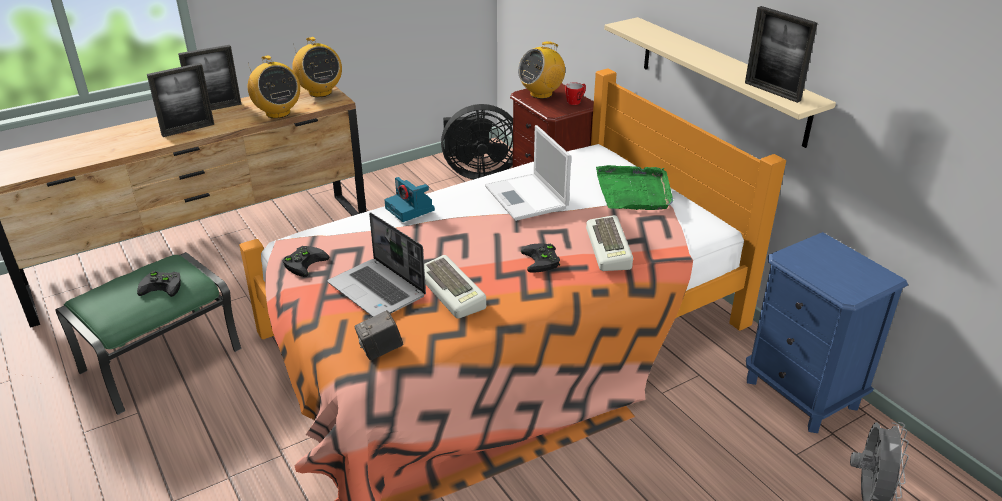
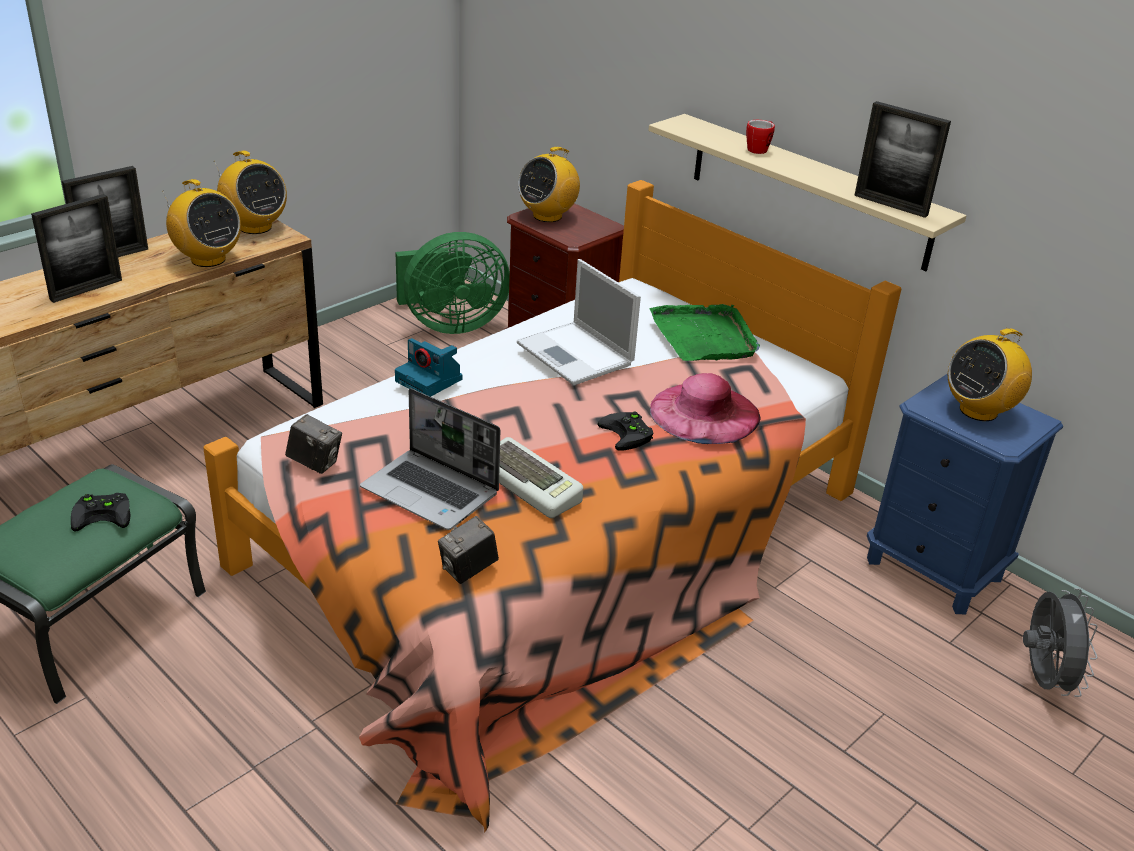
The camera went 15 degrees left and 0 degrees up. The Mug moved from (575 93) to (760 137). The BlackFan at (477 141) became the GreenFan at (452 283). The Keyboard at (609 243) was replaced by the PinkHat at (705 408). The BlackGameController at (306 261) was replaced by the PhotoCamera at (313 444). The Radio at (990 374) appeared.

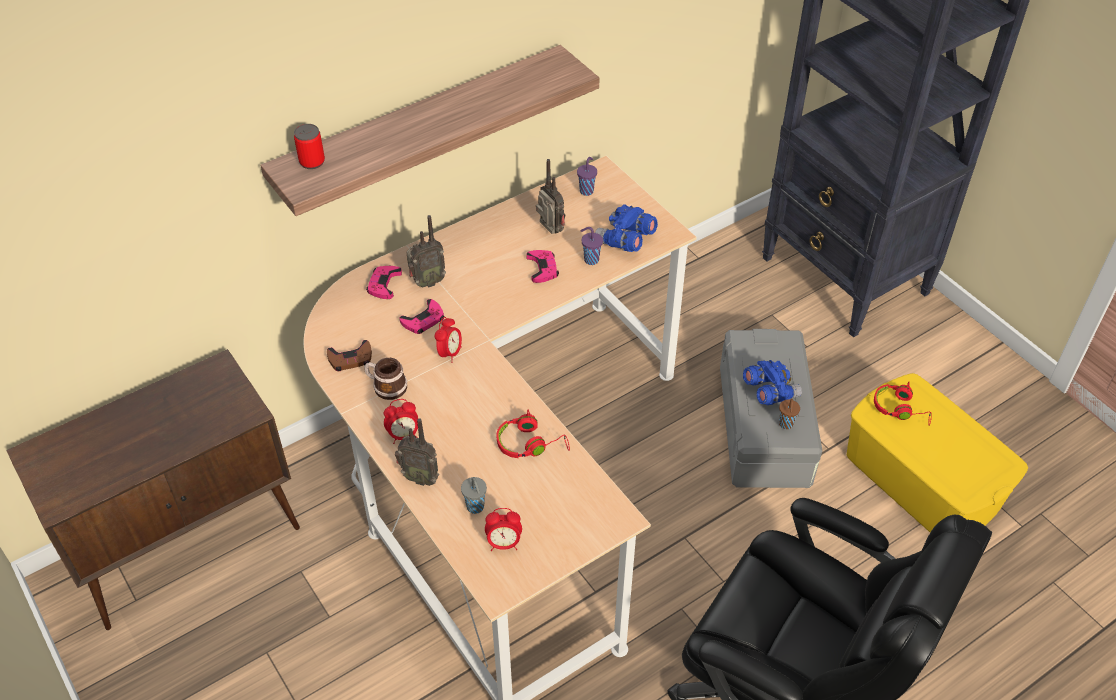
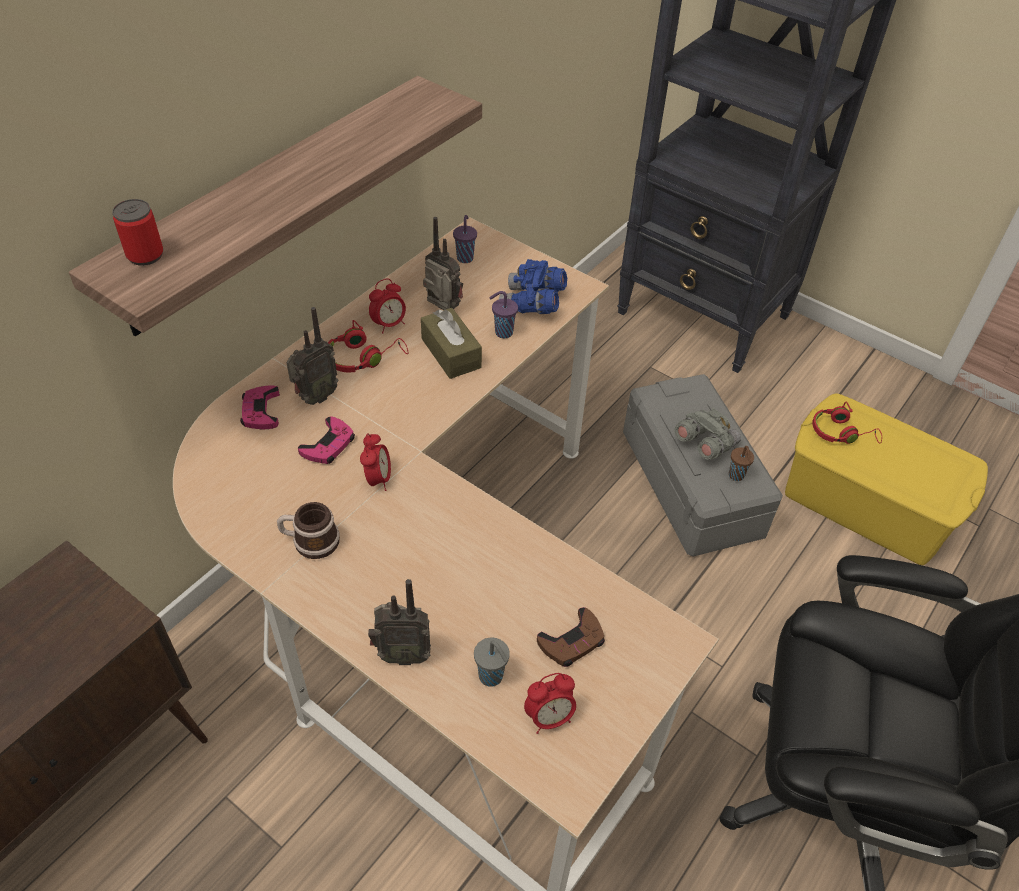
The camera went 20 degrees left and 0 degrees up. The PinkGameController at (542 266) was replaced by the BrownTissueBox at (451 343). The BrownGameController moved from (349 355) to (571 637). The BlueBinoculars at (772 382) became the GreyBinoculars at (708 434). The AlarmClock moved from (401 421) to (387 305). The RedHeadphones moved from (533 434) to (368 346).

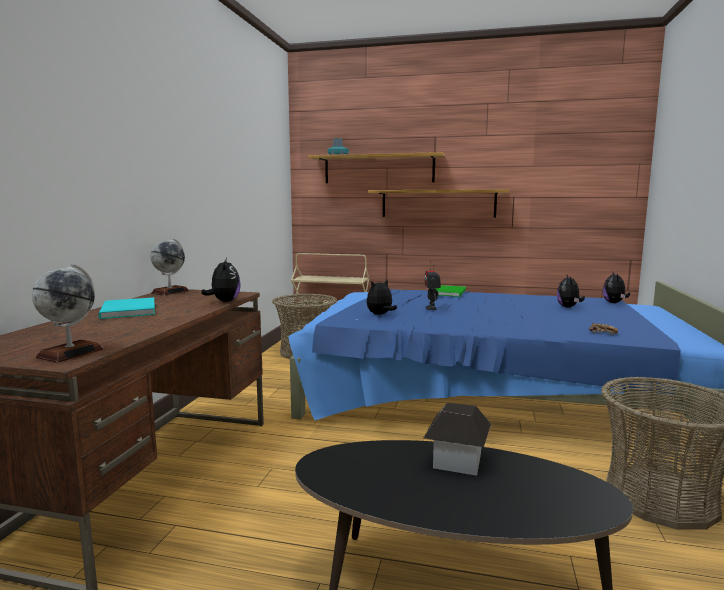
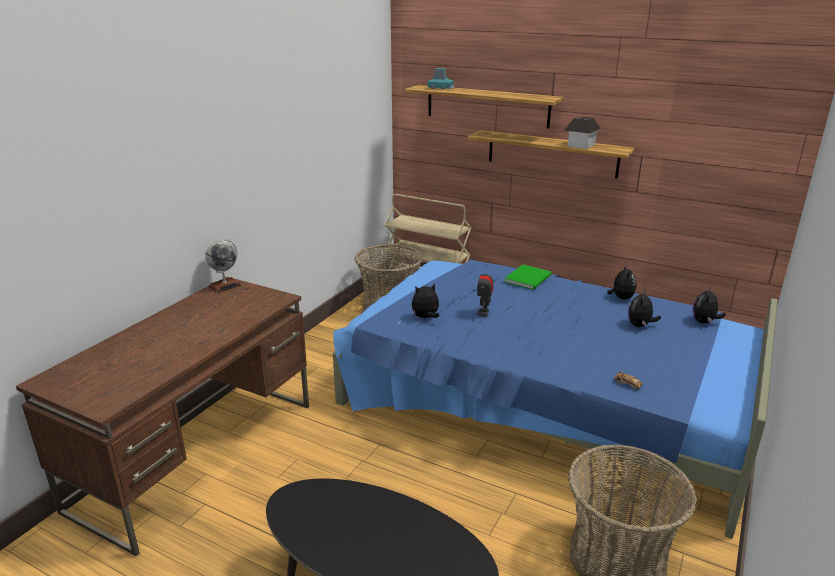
The camera went 15 degrees right and 15 degrees up. The PlushToy moved from (221 280) to (621 282). The Globe at (68 313) disappeared. The TurquoiseBook at (126 308) disappeared. The ToyHouse moved from (457 439) to (583 133).

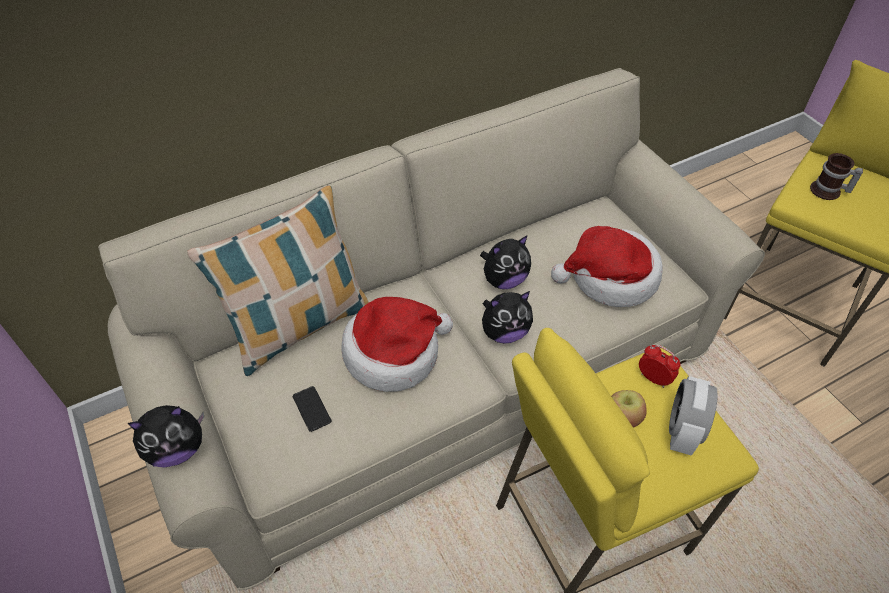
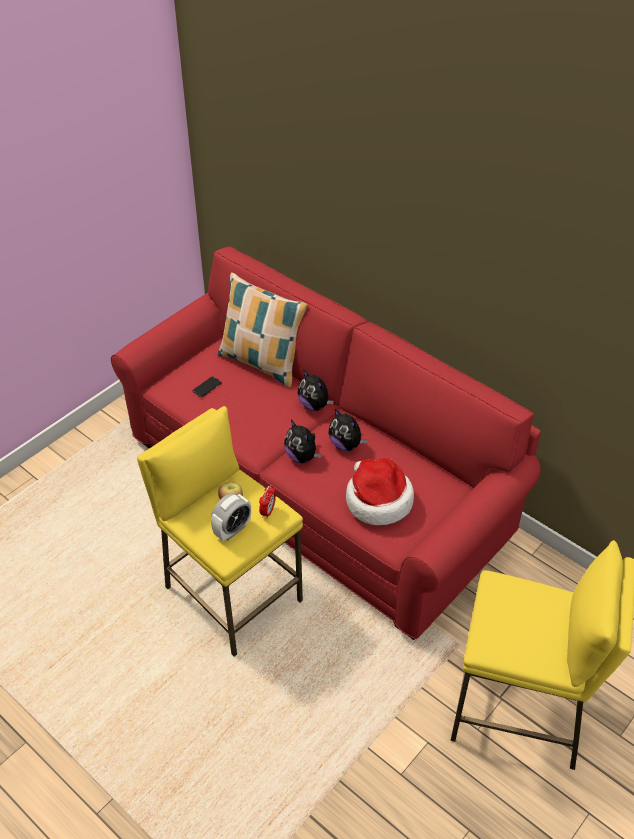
The camera went 70 degrees right and 5 degrees down. The BeigeSofa at (431 329) became the RedSofa at (326 443). The Mug at (836 176) disappeared. The Hat at (397 344) disappeared. The AlarmClock at (693 415) turned 135 degrees clockwise. The PlushToy moved from (166 436) to (315 390).

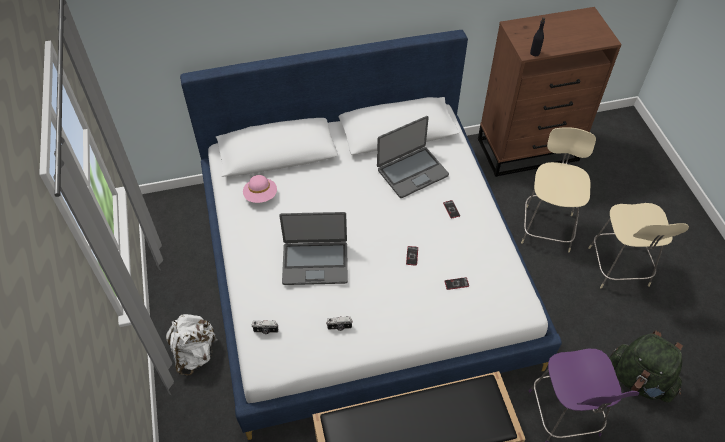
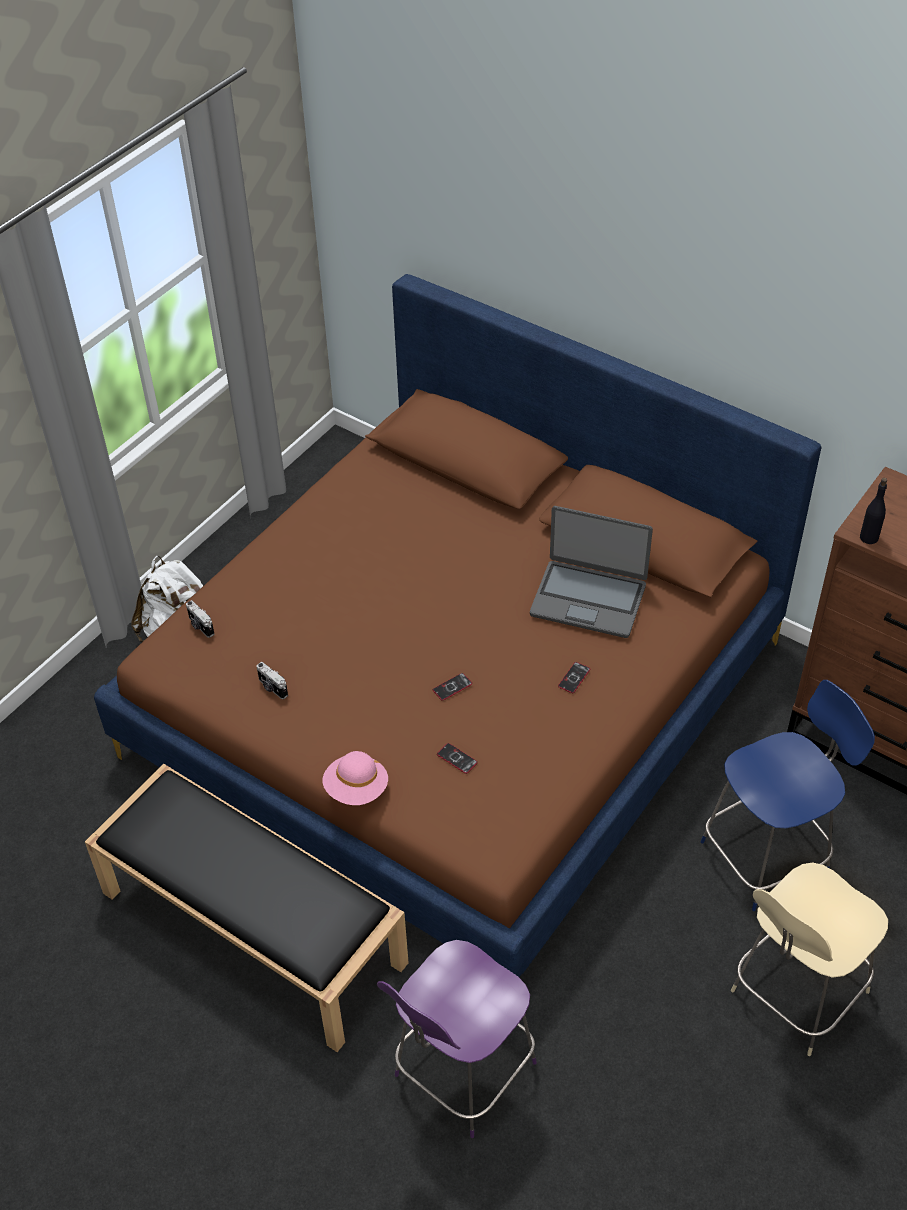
The camera went 50 degrees right and 5 degrees down. The WhiteBed at (371 235) became the BrownBed at (458 625). The BeigeChair at (558 189) became the BlueChair at (788 795). The PinkHat moved from (260 189) to (355 778). The Laptop at (313 248) disappeared. The GreenBackpack at (646 366) disappeared.

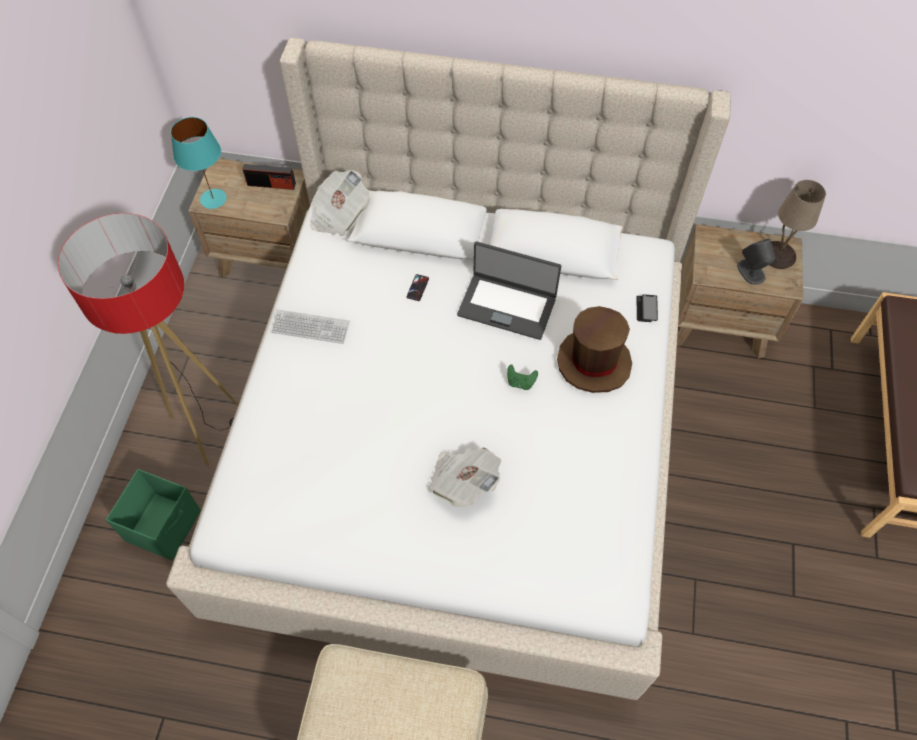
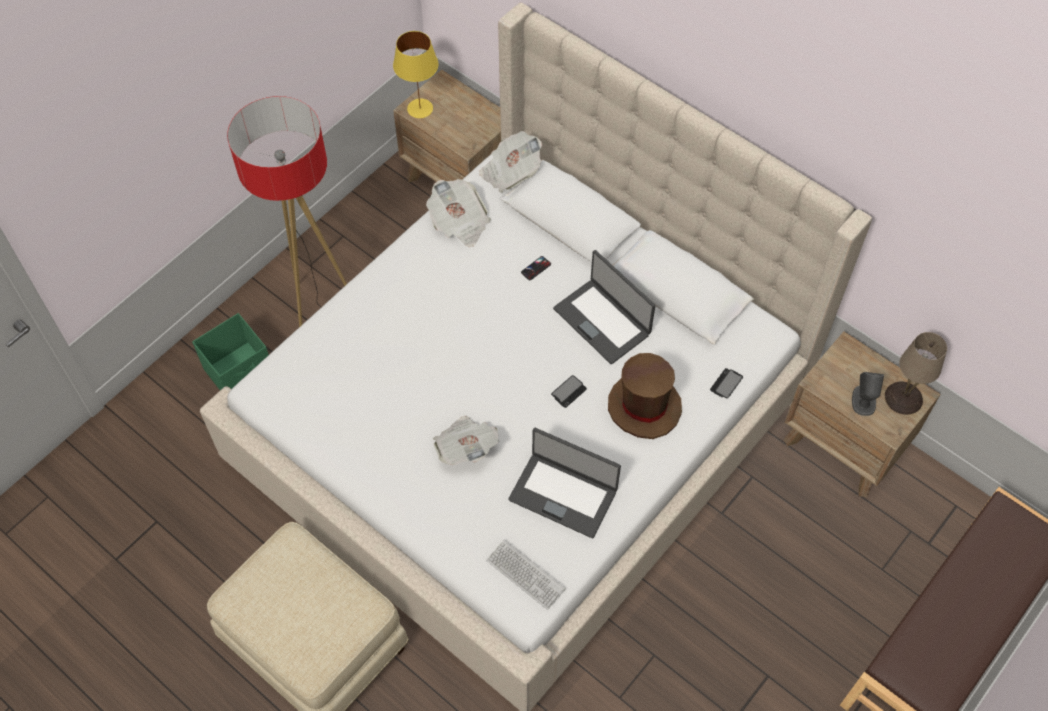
The camera went 30 degrees right and 0 degrees up. The TurquoiseTableLamp at (199 163) became the YellowTableLamp at (416 74). The Radio at (269 177) disappeared. The Keyboard moved from (310 327) to (526 574). The GreenGameController at (522 377) was replaced by the Phone at (569 391). The Newspaper at (458 213) appeared. The Laptop at (564 483) appeared.

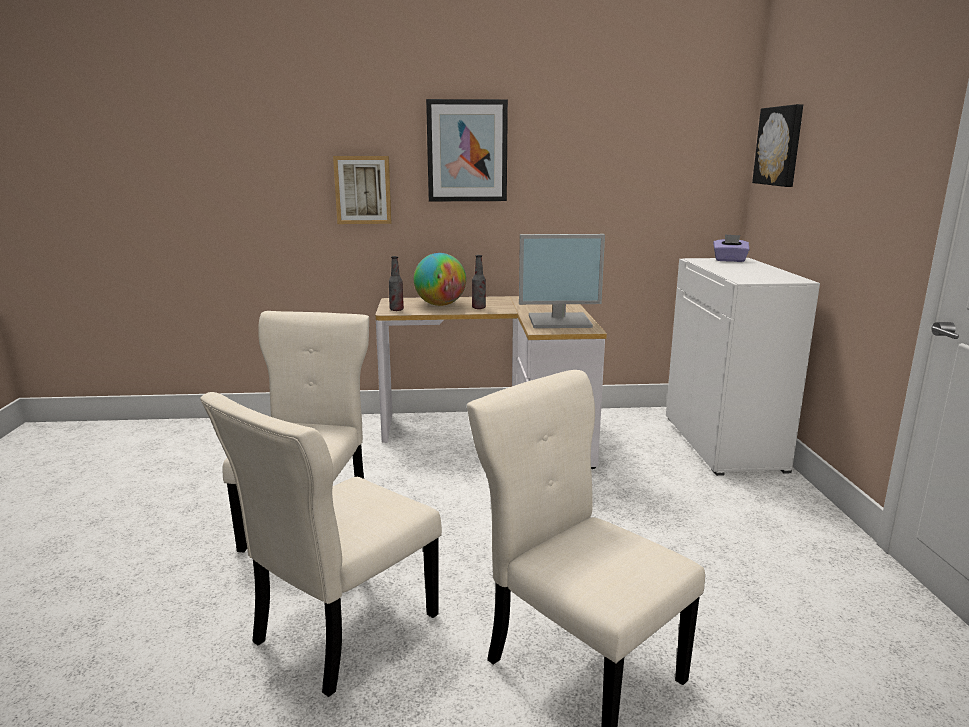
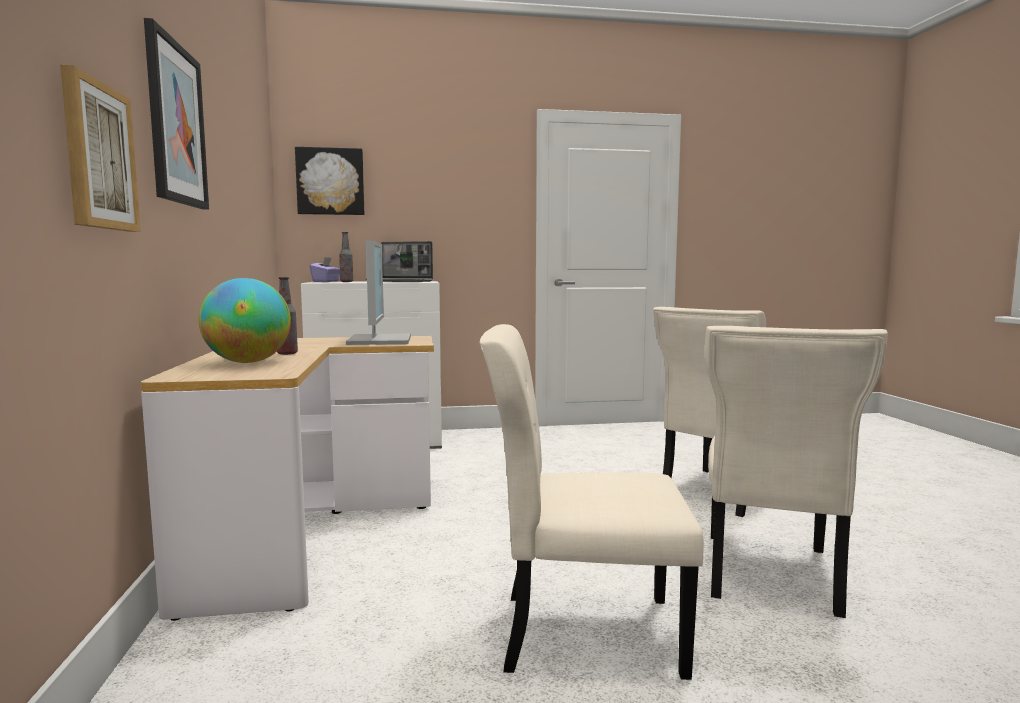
The camera went 95 degrees left and 10 degrees down. The Bottle moved from (396 283) to (346 257). The BeigeChair at (321 544) turned 75 degrees clockwise. The Laptop at (399 261) appeared.

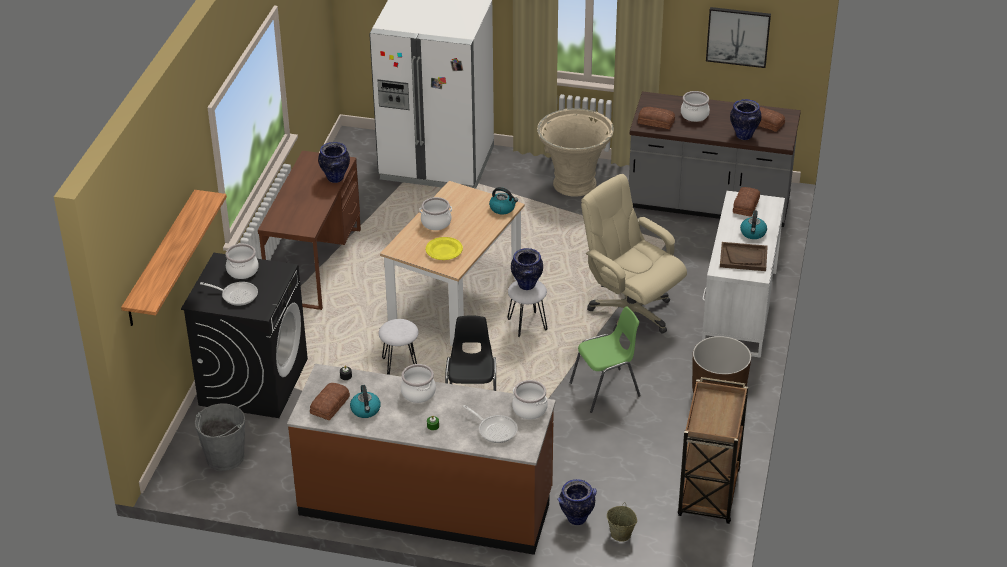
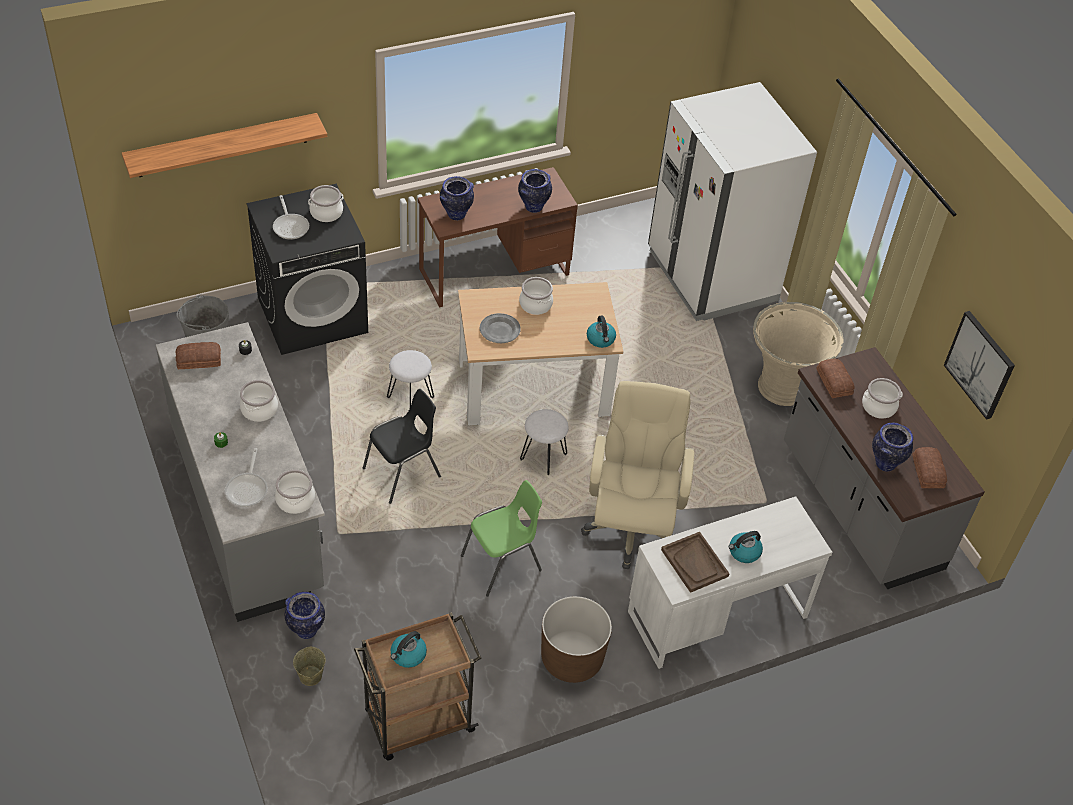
The camera went 50 degrees right and 10 degrees up. The Bread at (746 202) disappeared. The YellowPlate at (444 248) became the GreyPlate at (500 328). The Vase moved from (527 269) to (457 198). The GreenChair at (605 360) turned 60 degrees counterclockwise. The BrownCounter at (421 459) became the GreyCounter at (240 472). The Kettle moved from (365 401) to (409 649).

